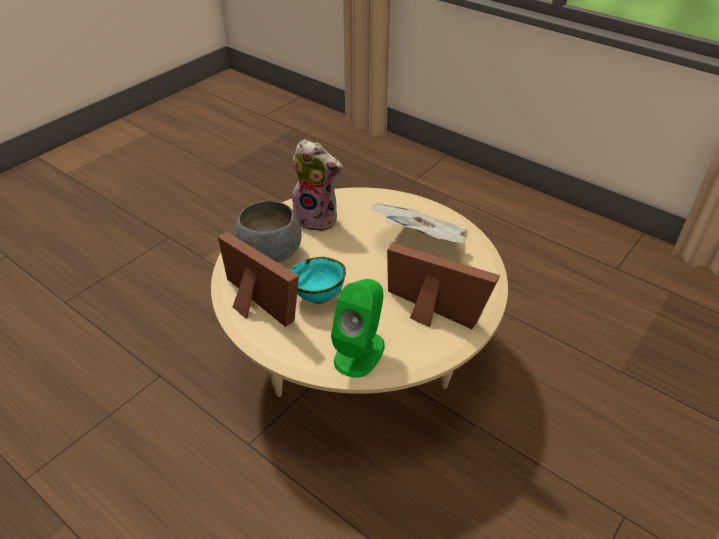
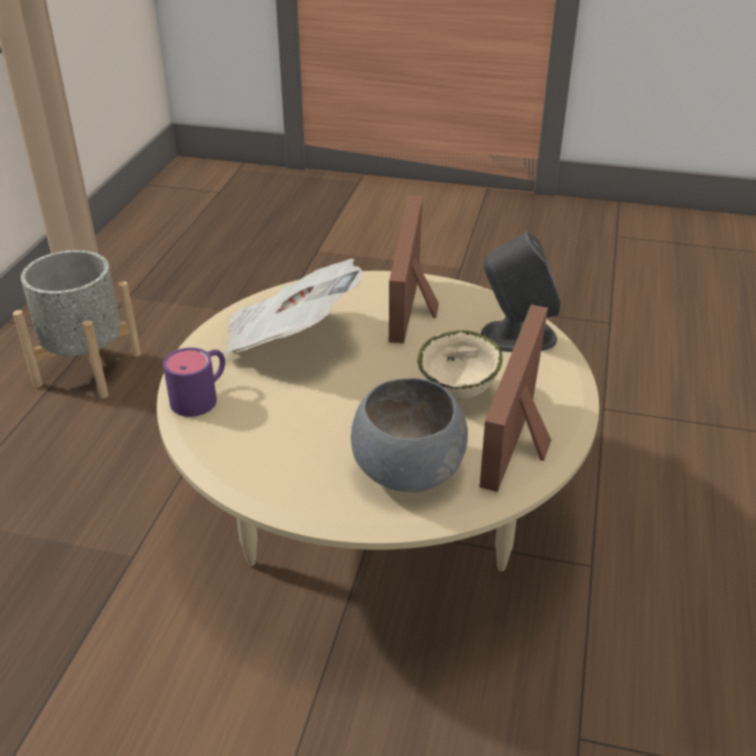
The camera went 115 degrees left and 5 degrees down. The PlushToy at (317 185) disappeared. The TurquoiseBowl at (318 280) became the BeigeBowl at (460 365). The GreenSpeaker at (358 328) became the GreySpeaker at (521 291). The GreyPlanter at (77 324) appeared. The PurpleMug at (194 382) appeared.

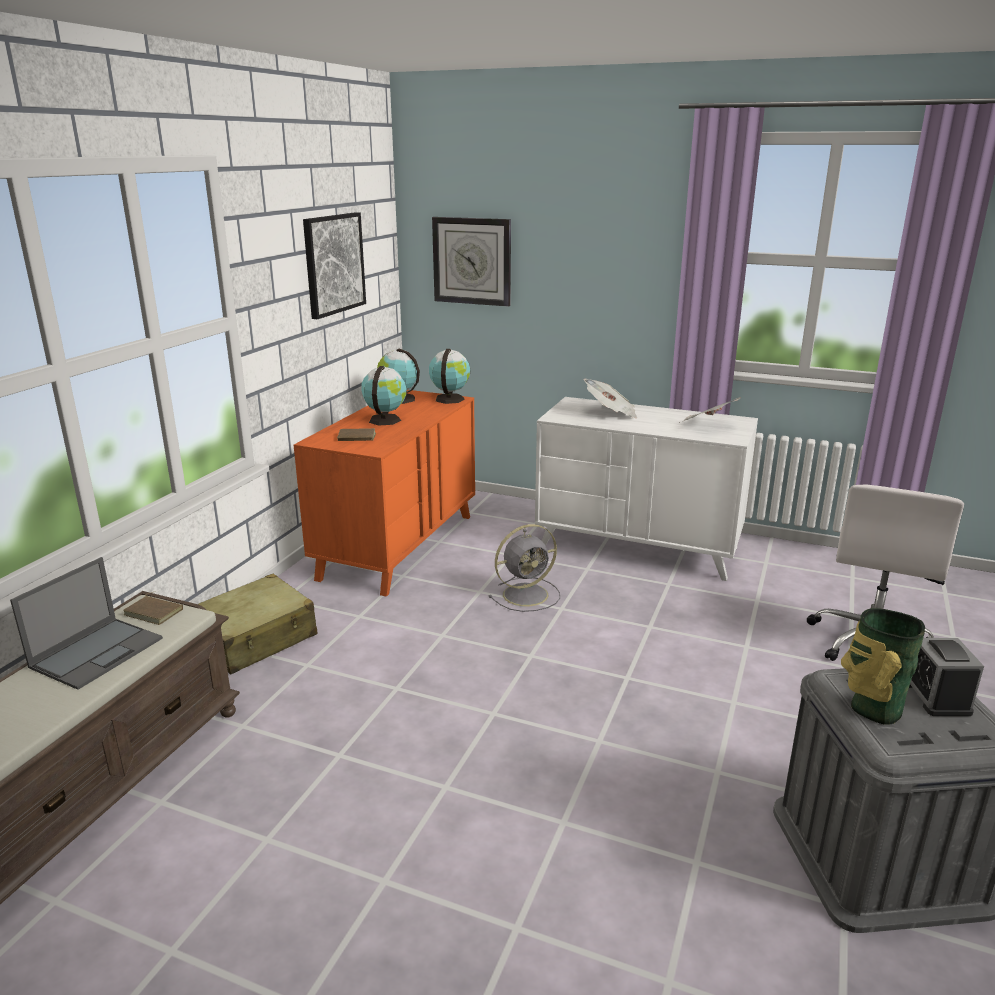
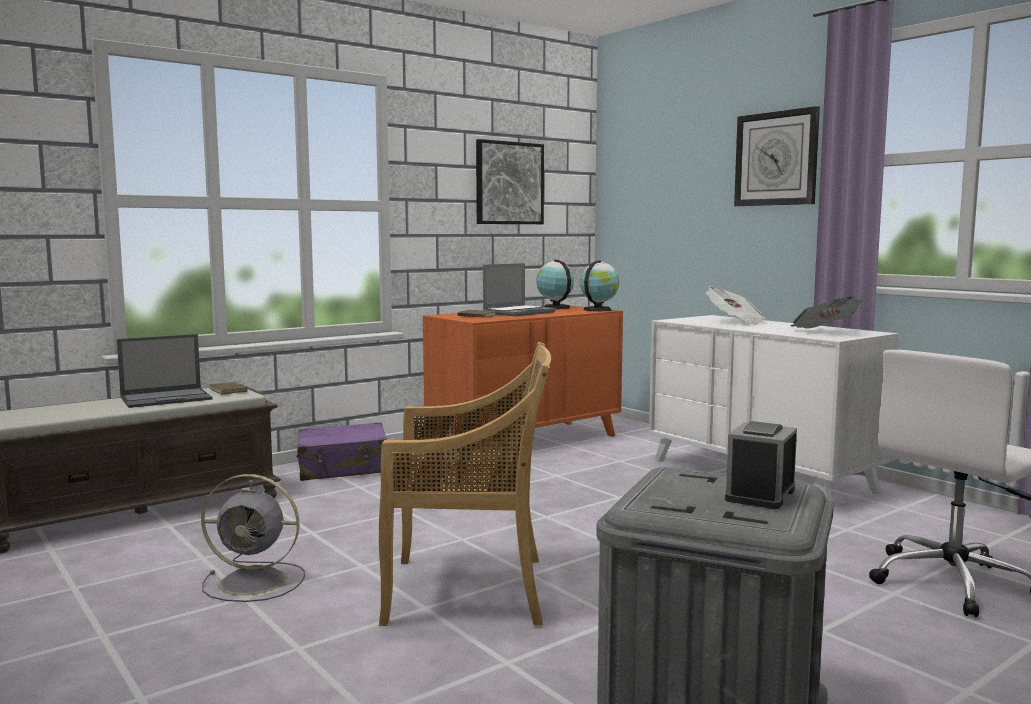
The camera went 30 degrees right and 15 degrees down. The WallClock moved from (471 262) to (777 156). The Globe at (384 396) was replaced by the Laptop at (519 289). The GreyFan moved from (524 568) to (253 538). The BeigeSuitcase at (257 624) became the PurpleSuitcase at (342 451). The Vase at (883 666) disappeared. The BeigeChair at (465 484) appeared.

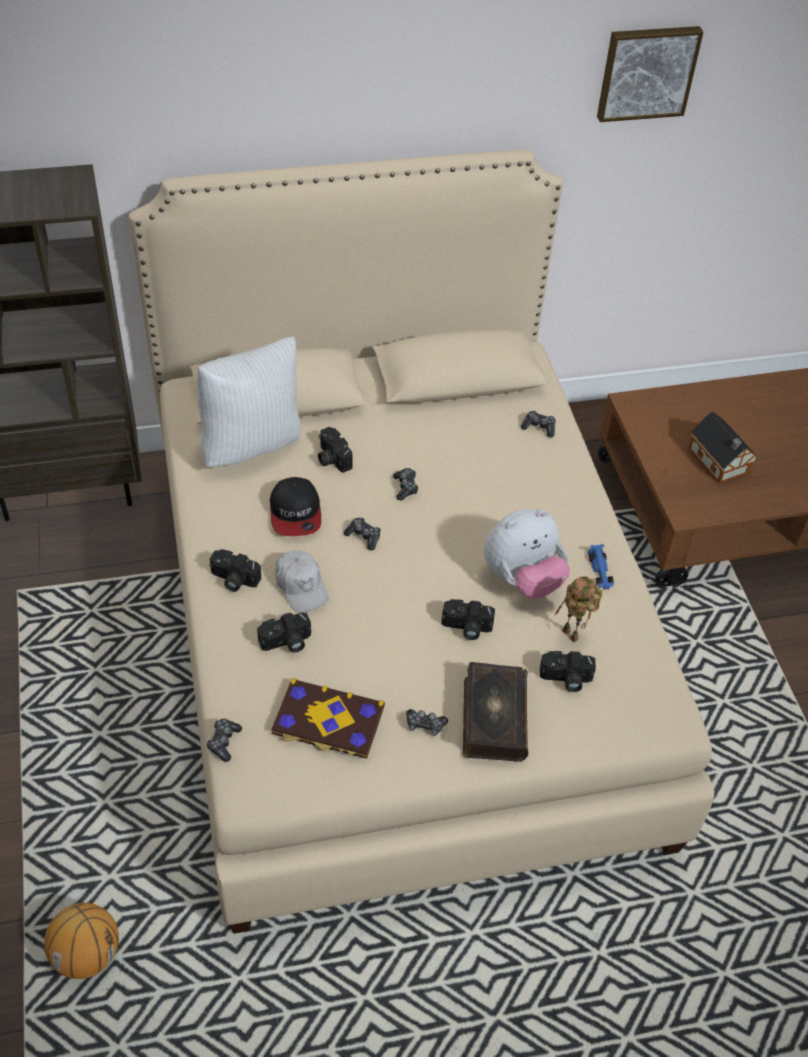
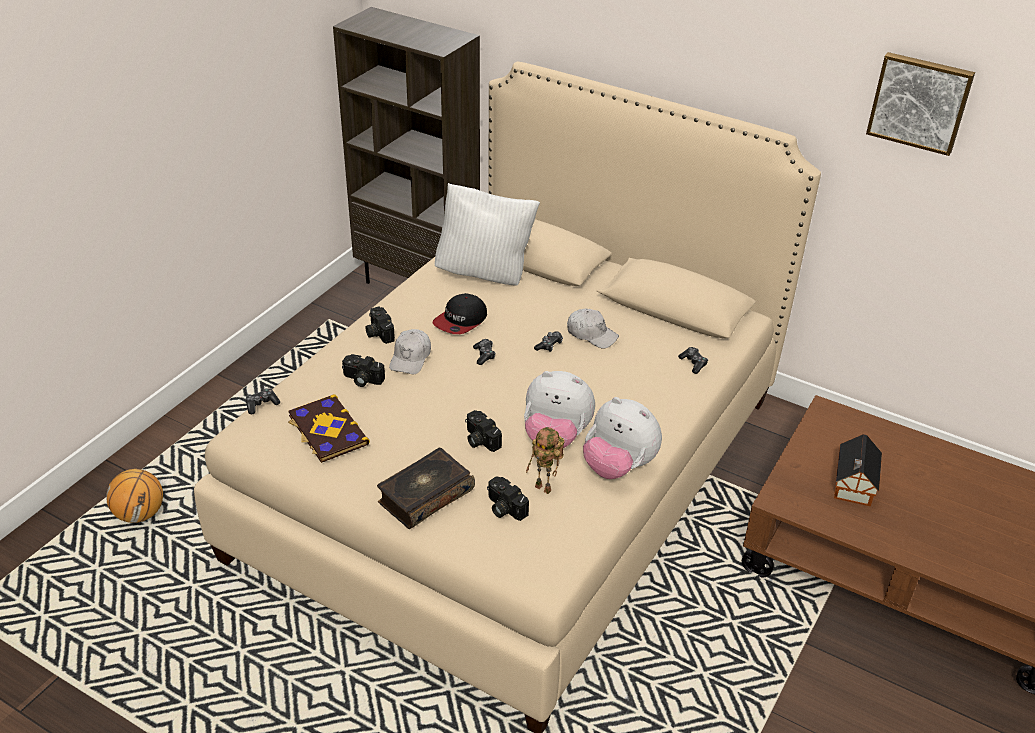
The camera went 45 degrees right and 10 degrees down. The PhotoCamera at (335 450) disappeared. The BlueToyCar at (601 567) was replaced by the PlushToy at (622 438). The ToyRobot at (578 609) turned 60 degrees counterclockwise. The GameController at (427 722) disappeared. The WhiteCap at (593 329) appeared.

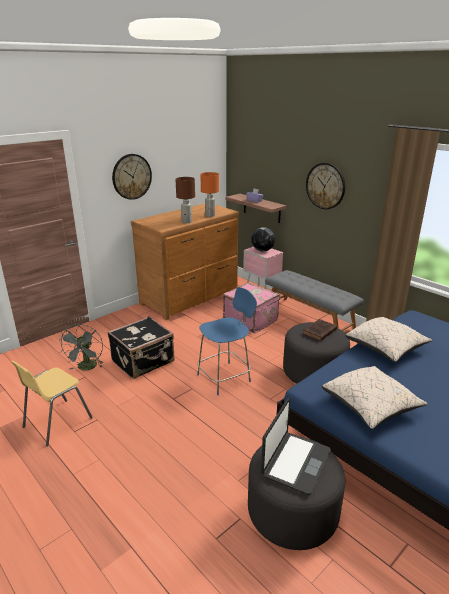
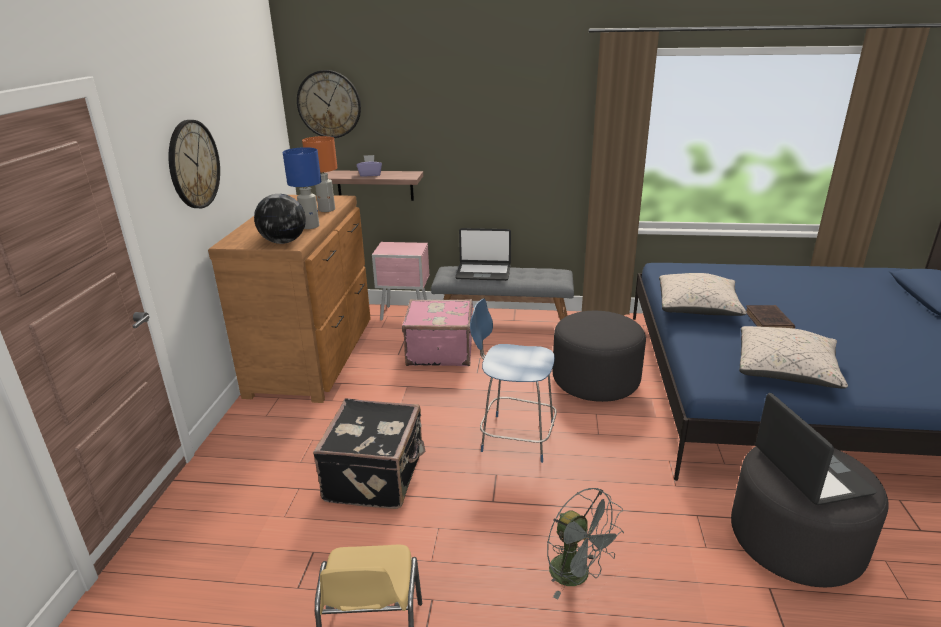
The camera went 40 degrees left and 0 degrees up. The WallClock moved from (325 186) to (329 104). The BrownTableLamp at (185 200) became the BlueTableLamp at (302 188). The Globe moved from (263 239) to (280 219). The BlueChair at (227 341) turned 90 degrees counterclockwise. The BrownBook moved from (320 330) to (770 317). The GreyFan moved from (81 347) to (585 543). The Laptop at (483 254) appeared.

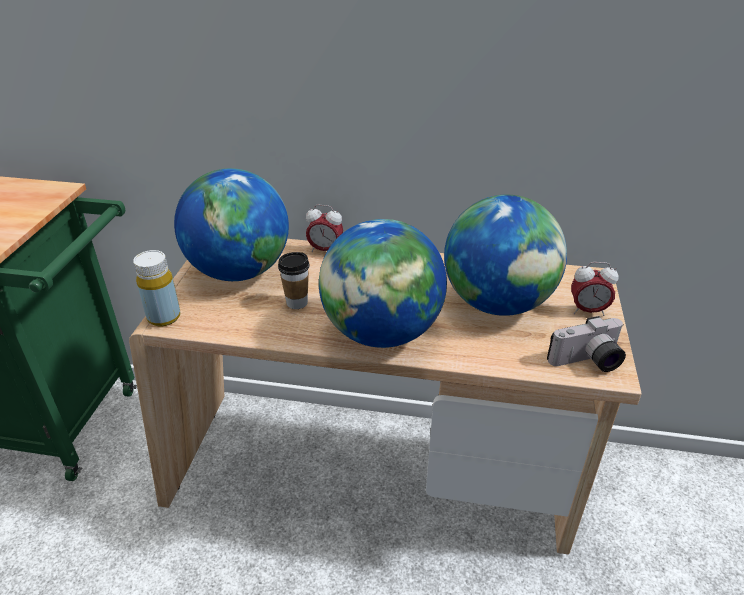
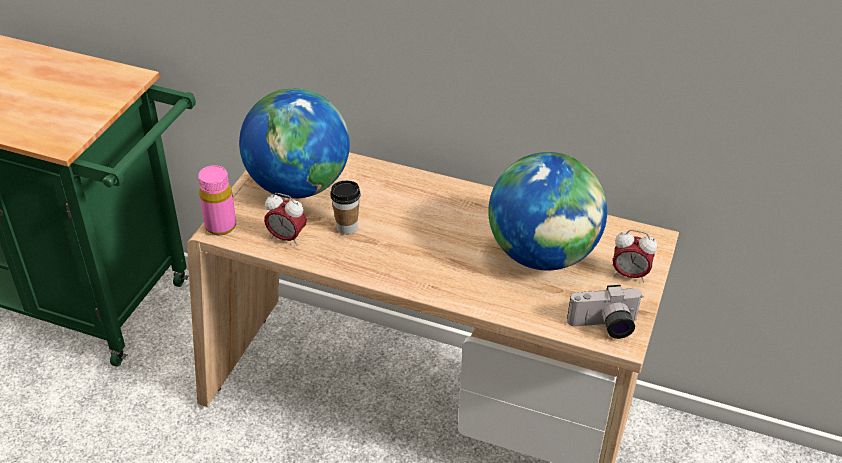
The camera went 10 degrees right and 5 degrees up. The AlarmClock moved from (324 228) to (285 219). The Globe at (383 283) disappeared. The YellowBottle at (157 288) became the PinkBottle at (217 200).

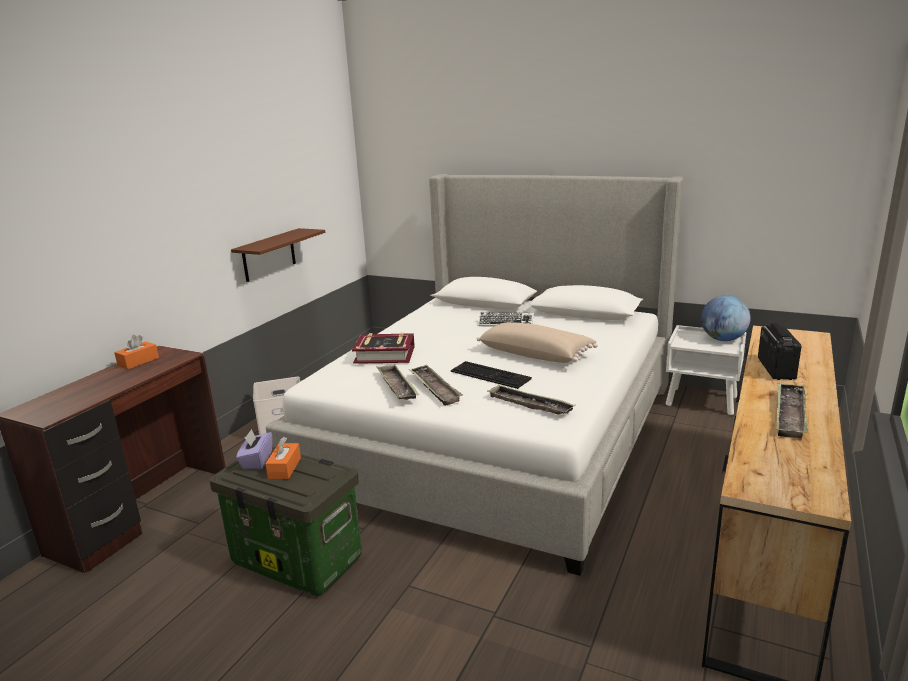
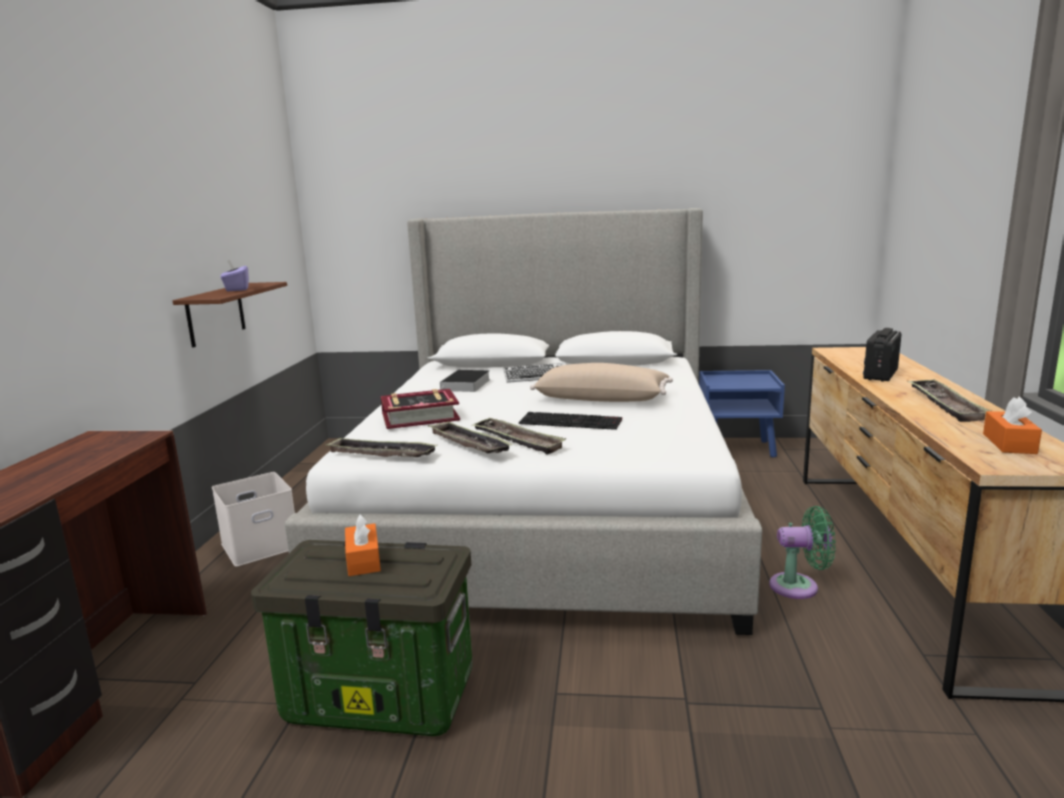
The camera went 20 degrees left and 5 degrees down. The Globe at (726 318) disappeared. The Radio at (779 351) turned 135 degrees counterclockwise. The WhiteNightstand at (706 370) became the BlueNightstand at (742 413). The OrangeTissueBox moved from (136 352) to (1012 425). The Tray moved from (531 400) to (381 447). The PurpleTissueBox moved from (254 449) to (234 275). The Book at (465 381) appeared. The GreenFan at (802 552) appeared.

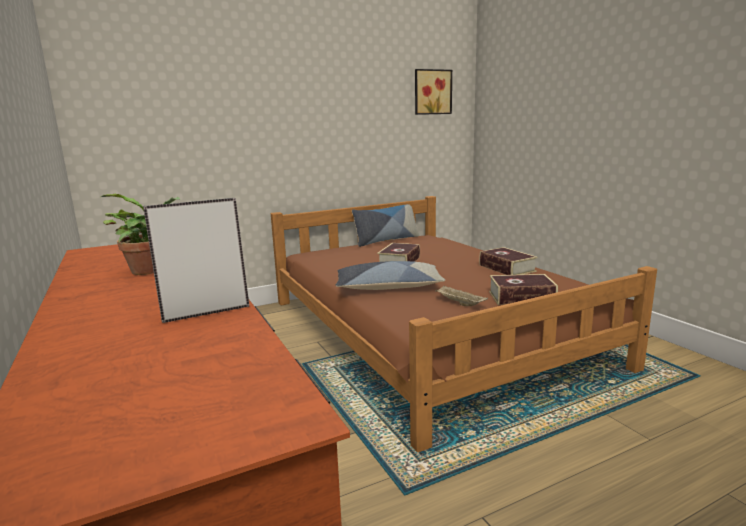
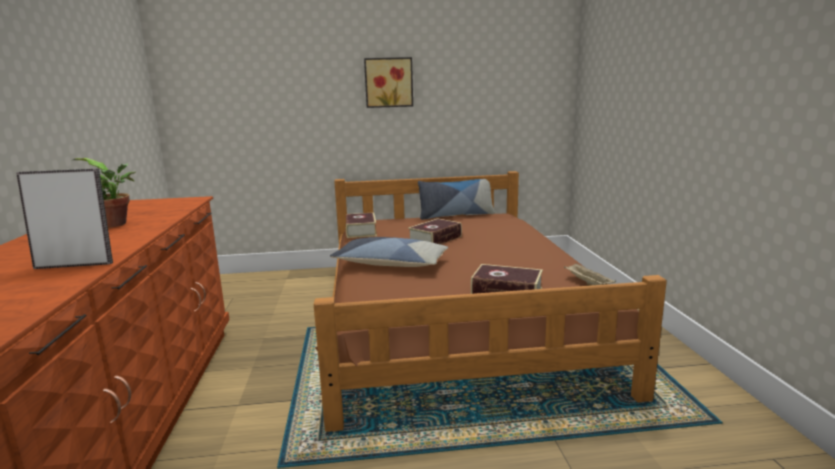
The camera went 20 degrees right and 0 degrees up. The Picture moved from (433 92) to (388 82). The Book moved from (508 261) to (361 225). The BeigeTray moved from (461 296) to (590 274).

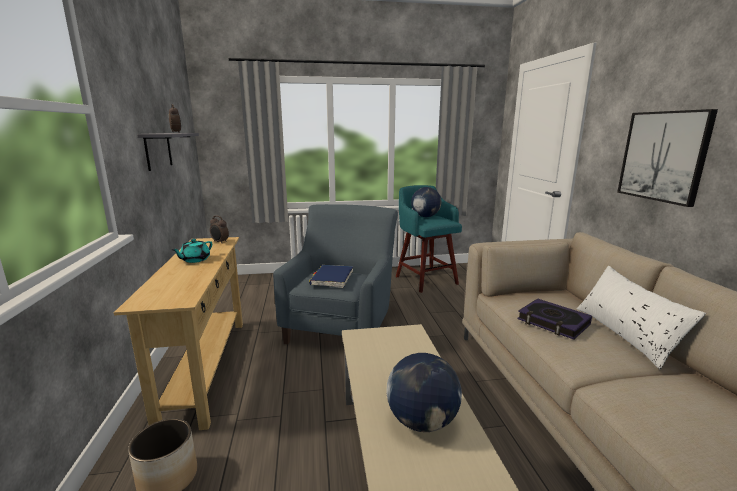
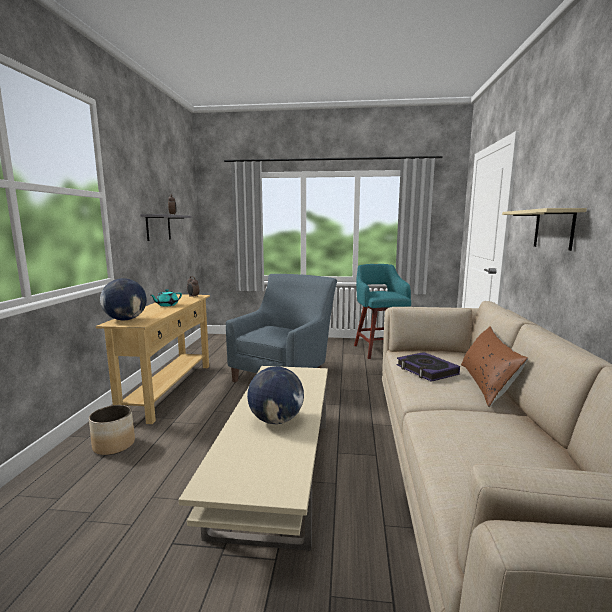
The camera went 15 degrees right and 5 degrees down. The Picture at (667 158) was replaced by the BeigeShelf at (544 229). The Globe moved from (426 202) to (123 299). The BlueBook at (331 276) disappeared. The WhitePillow at (641 317) became the BrownPillow at (494 366).

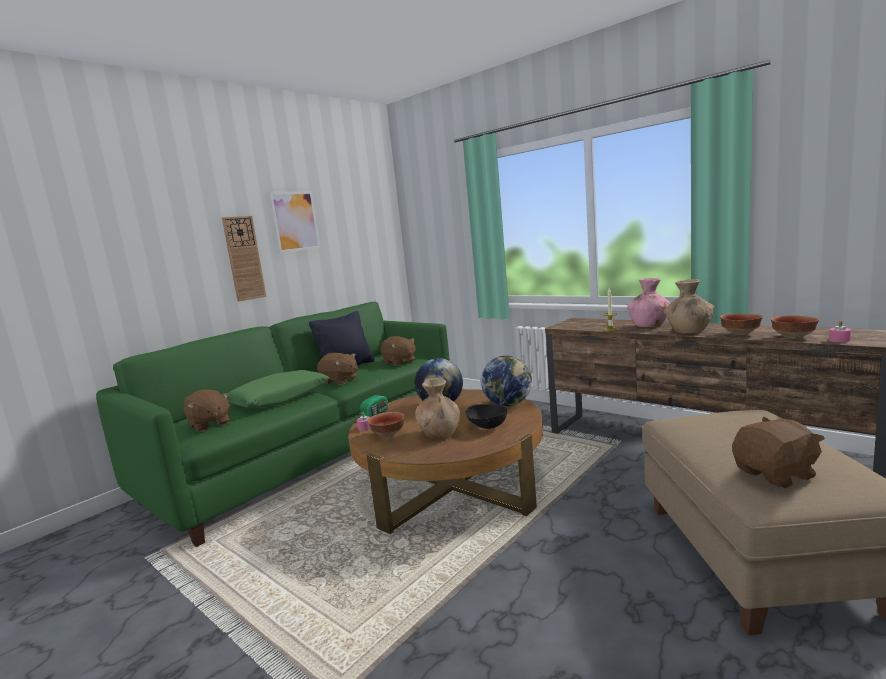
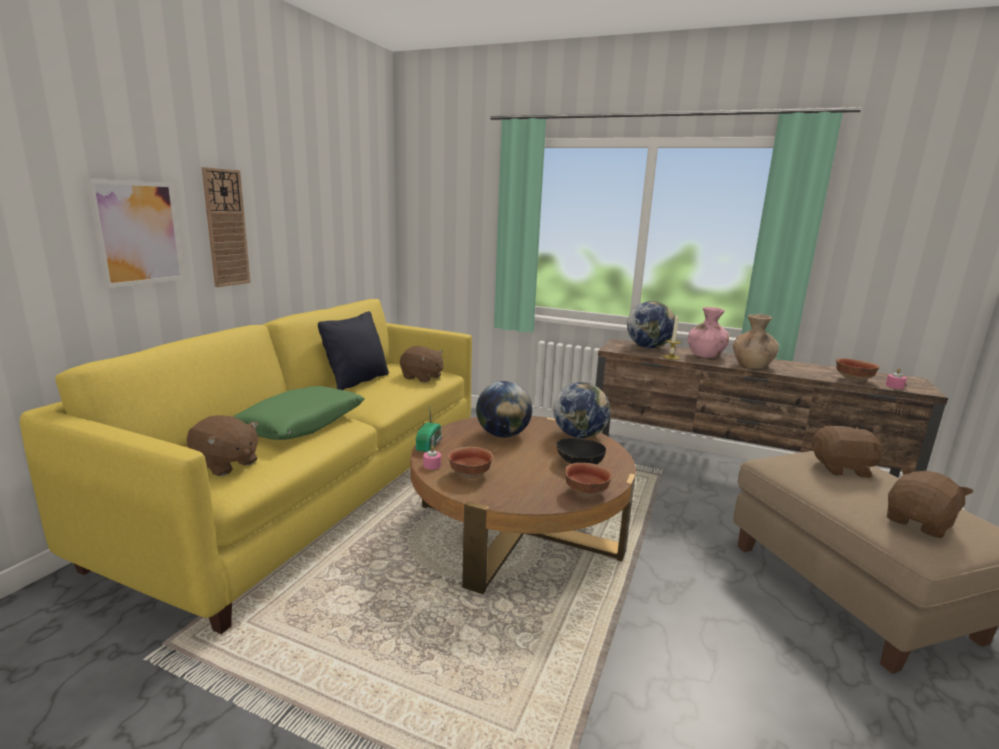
The camera went 20 degrees left and 5 degrees up. The Picture moved from (295 222) to (135 233). The GreenSofa at (273 424) became the YellowSofa at (246 466). The Bowl moved from (741 324) to (588 480). The BrownPlushToy moved from (337 368) to (847 452). The BrownVase at (437 408) disappeared. The Globe at (651 324) appeared.

